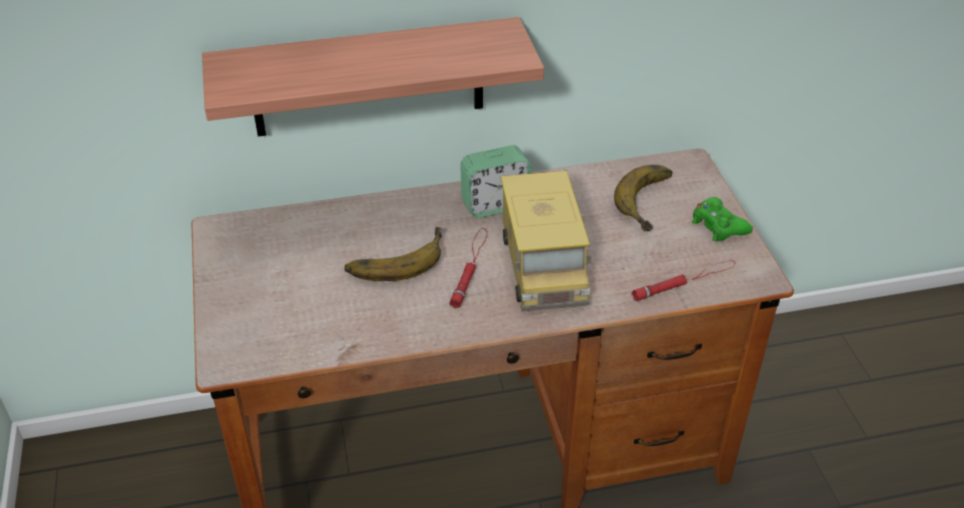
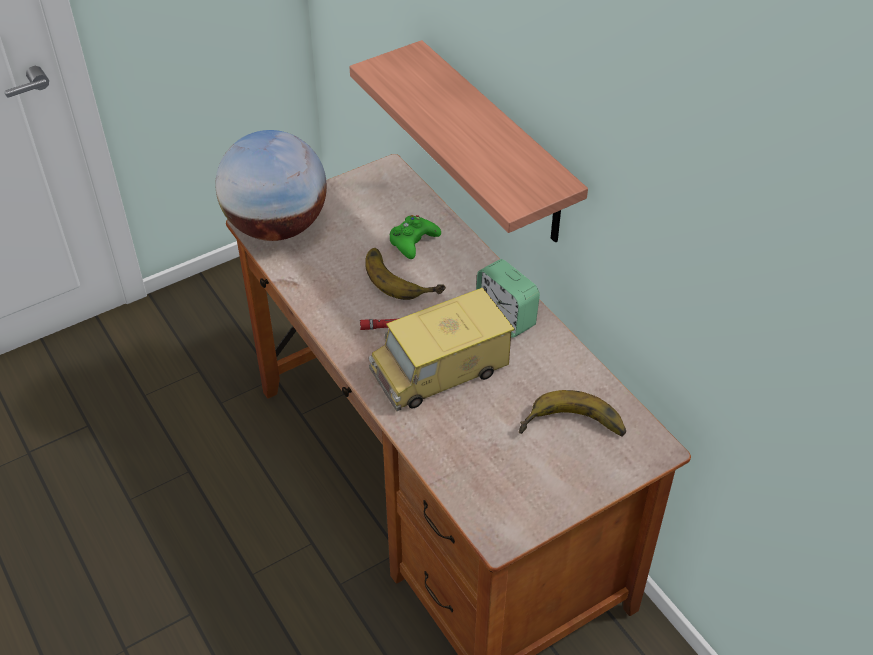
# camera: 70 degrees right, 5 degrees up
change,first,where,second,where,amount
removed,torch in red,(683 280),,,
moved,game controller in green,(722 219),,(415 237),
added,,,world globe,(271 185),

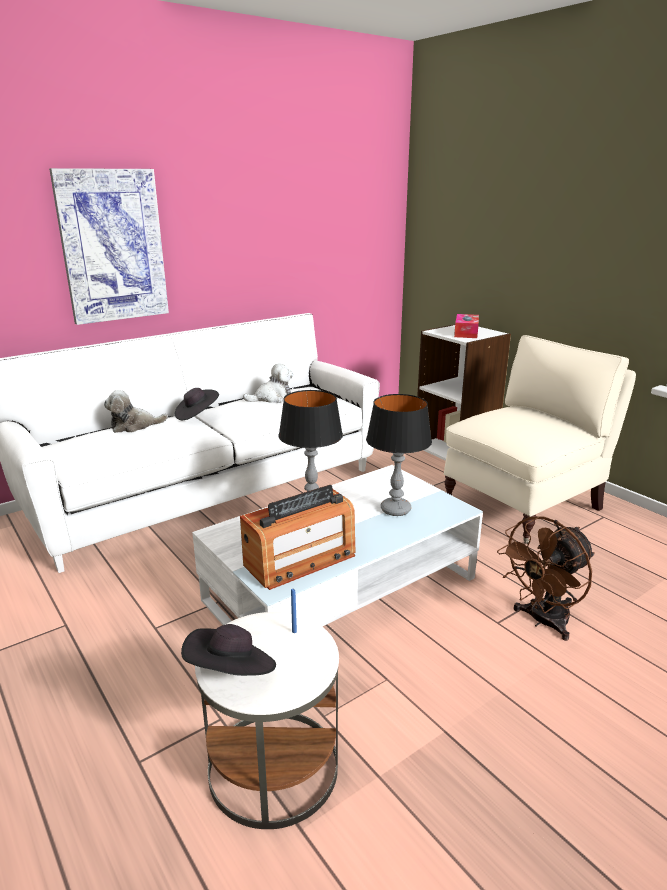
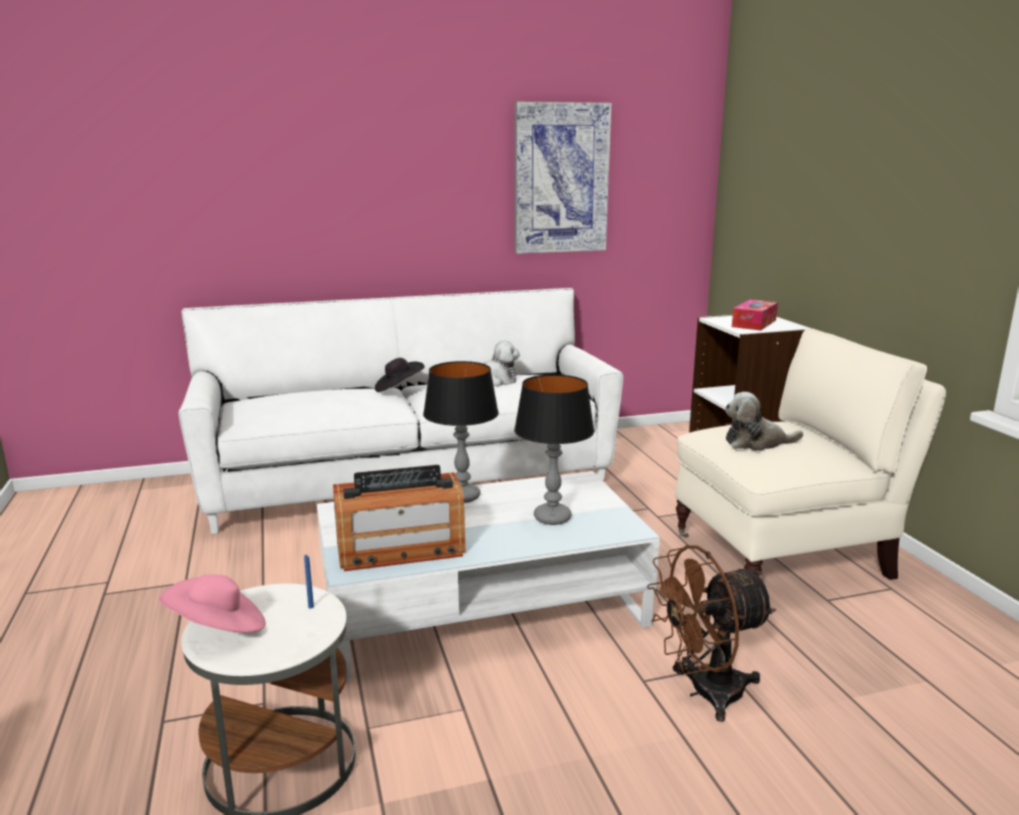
# camera: 20 degrees right, 5 degrees down
change,first,where,second,where,amount
moved,picture,(109 246),,(563 178),
moved,plush toy,(136 411),,(764 421),
recoloured,wearable hat in black-coloured,(228 650),wearable hat in pinkish,(212 603),

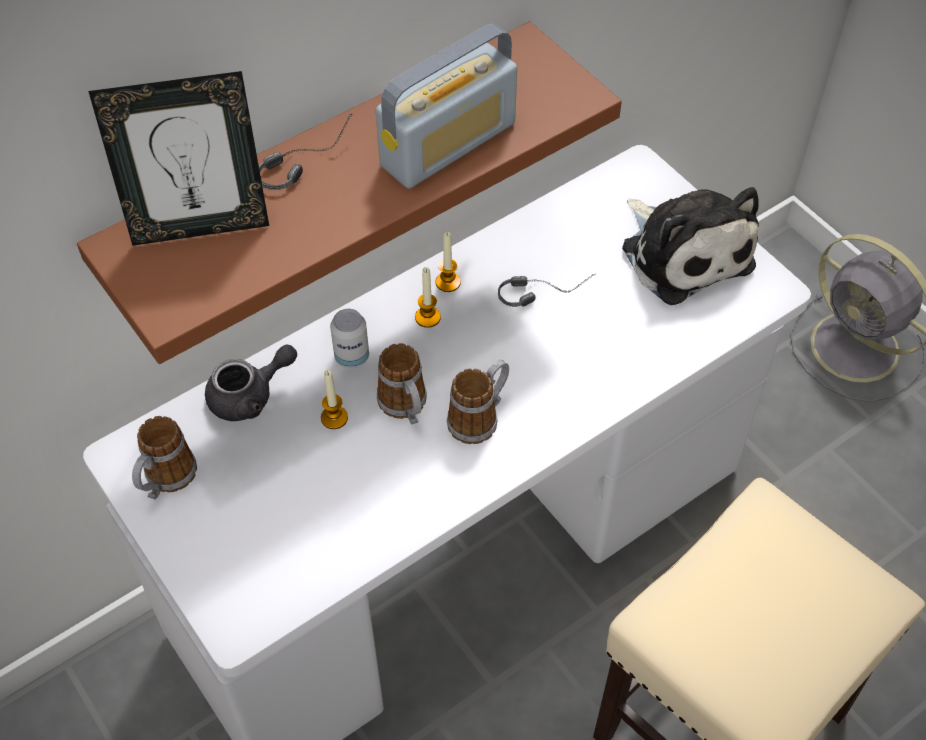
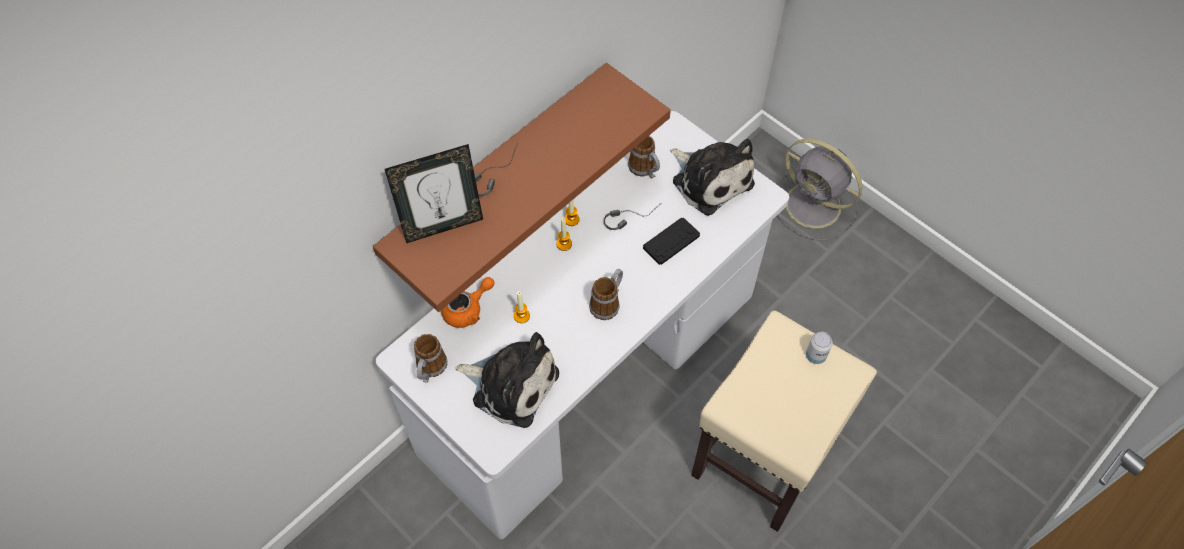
# camera: 10 degrees left, 5 degrees up
change,first,where,second,where,amount
recoloured,teapot in grey,(251 383),teapot in orange-coloured,(467 302),
moved,sealed can,(349 338),,(819 348),
removed,radio set,(446 106),,,
moved,coffee mug,(402 384),,(644 157),
added,,,plush toy,(507 380),
added,,,game controller in black-coloured,(671 241),

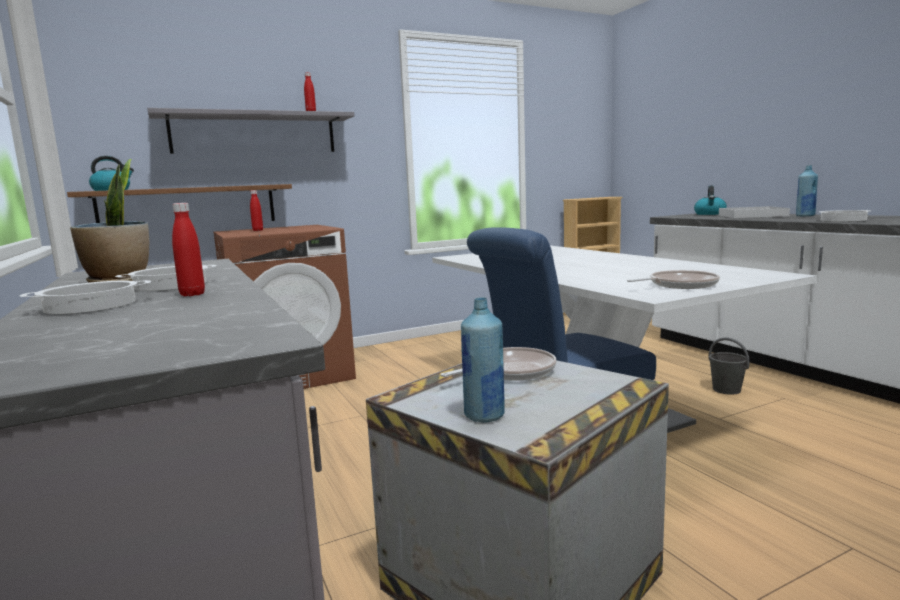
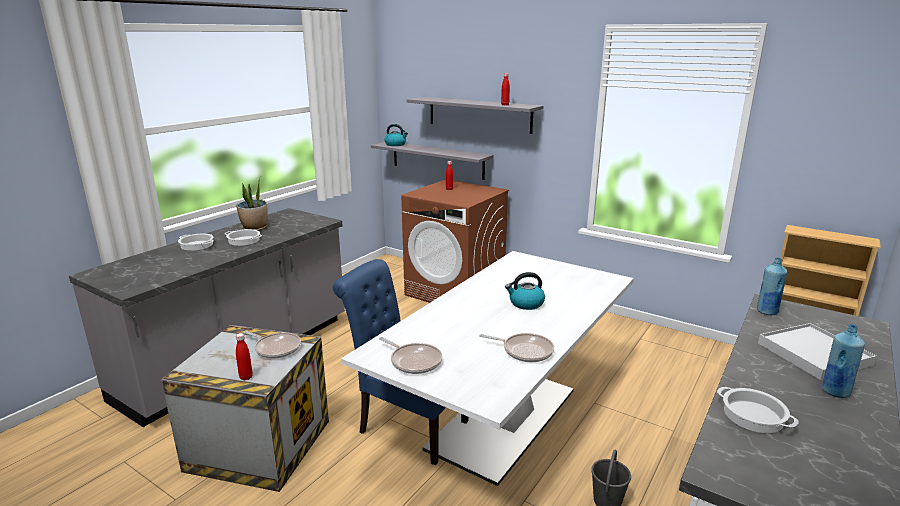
# camera: 60 degrees right, 10 degrees up
change,first,where,second,where,amount
recoloured,wall shelf in brownish,(179 203),wall shelf in grey,(432 161),
moved,beverage bottle in red,(188 249),,(244 356),
moved,beverage bottle in blue-coloured,(483 360),,(772 286),
moved,kettle,(710 200),,(525 291),
added,,,pan,(516 347),

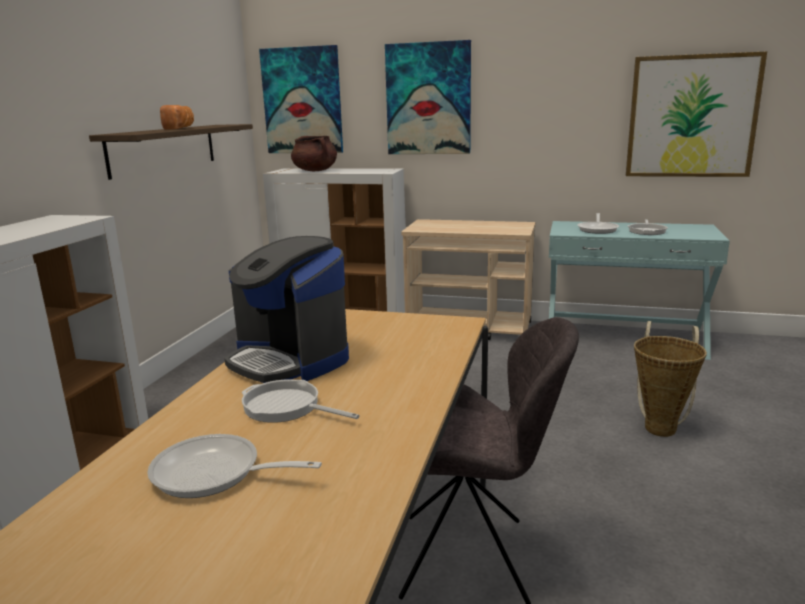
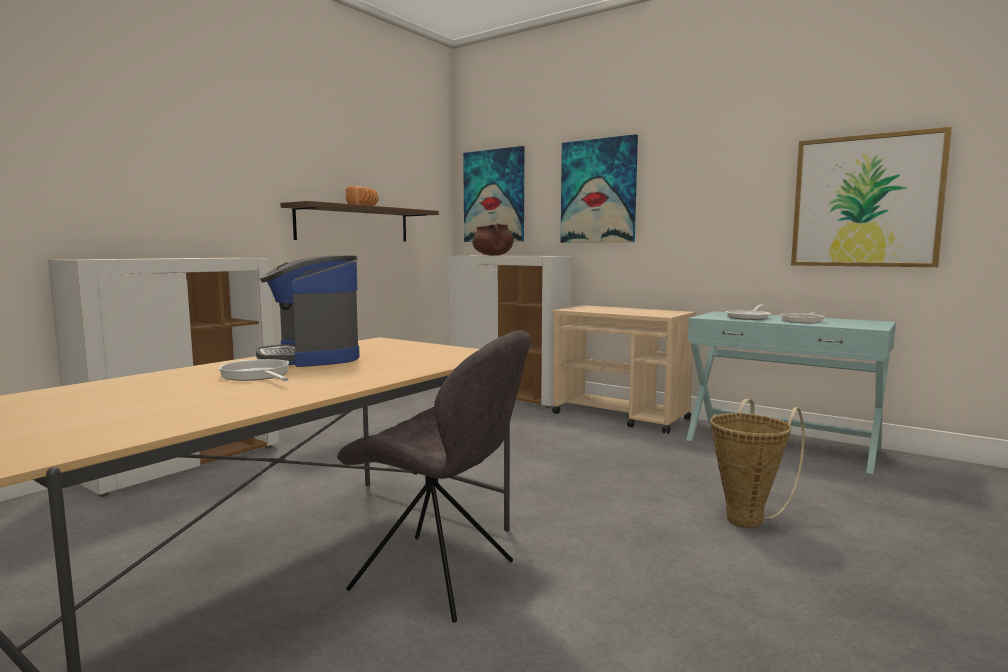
# camera: 20 degrees right, 10 degrees down
change,first,where,second,where,amount
removed,pan,(234 466),,,

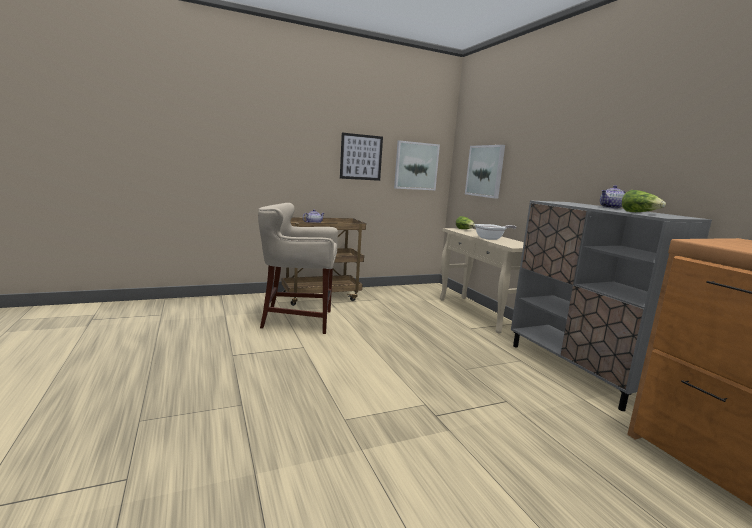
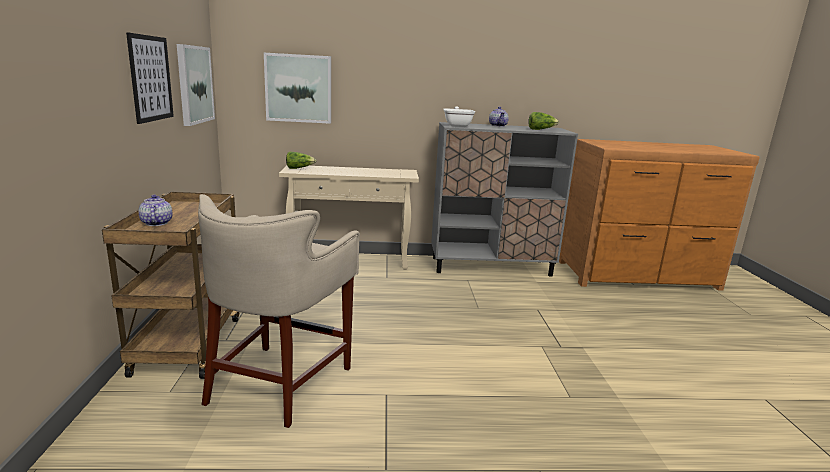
# camera: 70 degrees left, 5 degrees up
change,first,where,second,where,amount
moved,pan,(495 232),,(459 117),

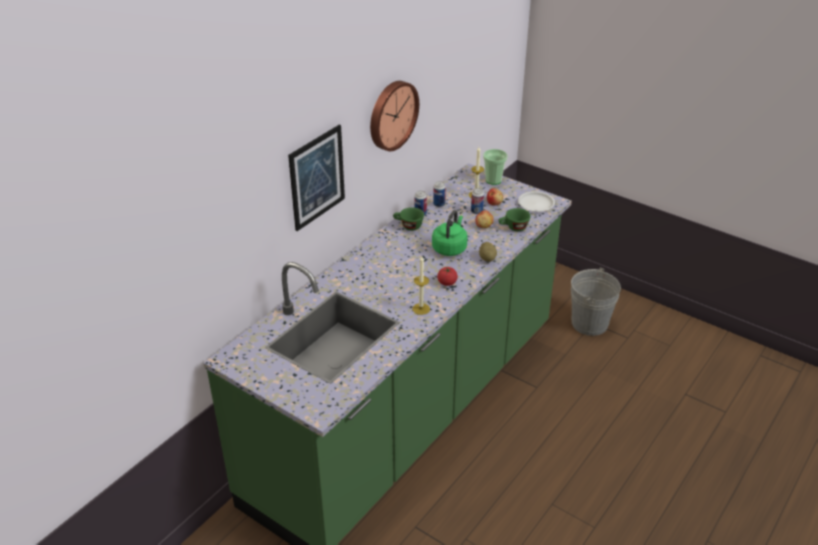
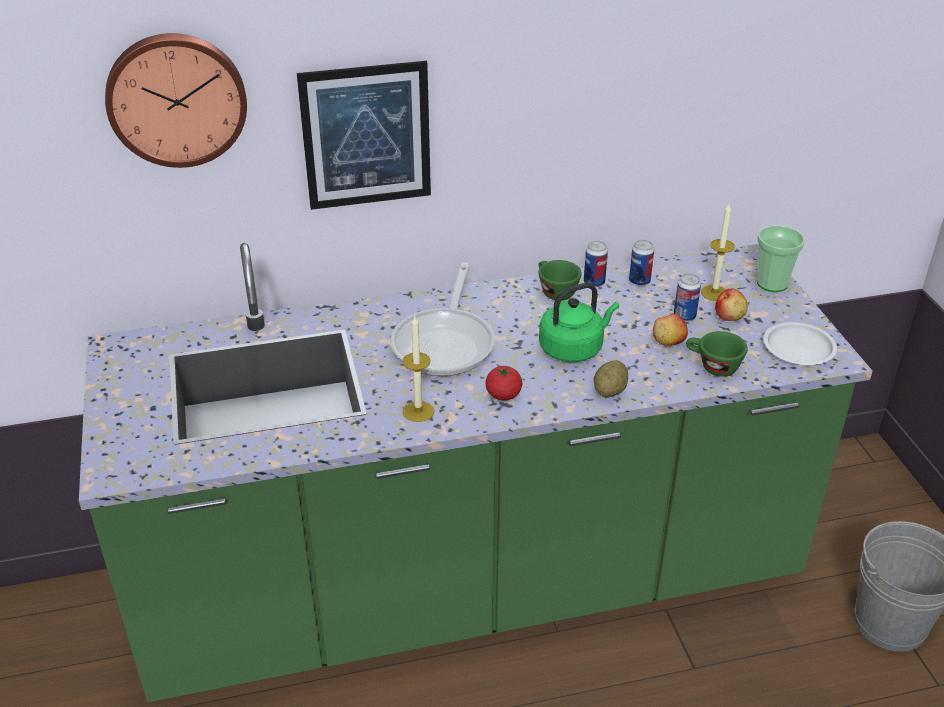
# camera: 40 degrees right, 0 degrees up
change,first,where,second,where,amount
moved,wall clock,(394 116),,(176 100),
added,,,pan,(442 319),

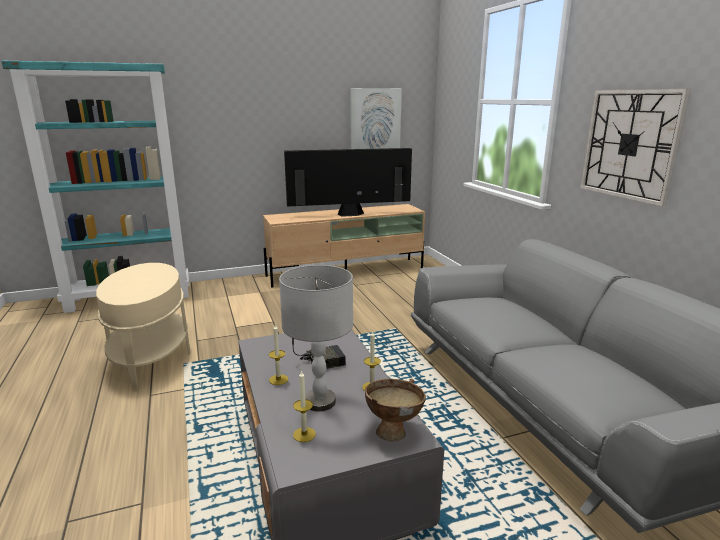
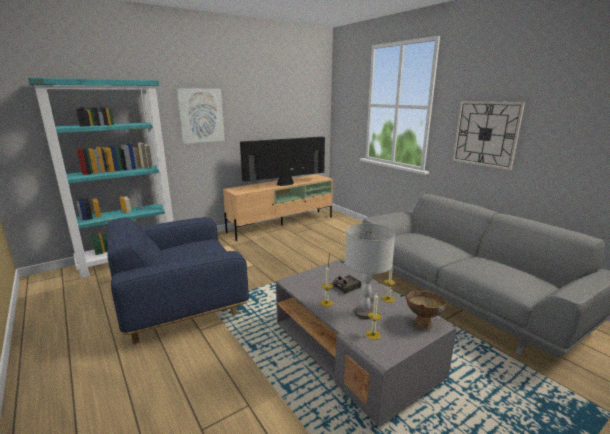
# camera: 15 degrees left, 0 degrees up
change,first,where,second,where,amount
replaced,side table in sand-coloured,(143 326),easy chair in blue-coloured,(178 280),
moved,picture,(376 118),,(201 116),

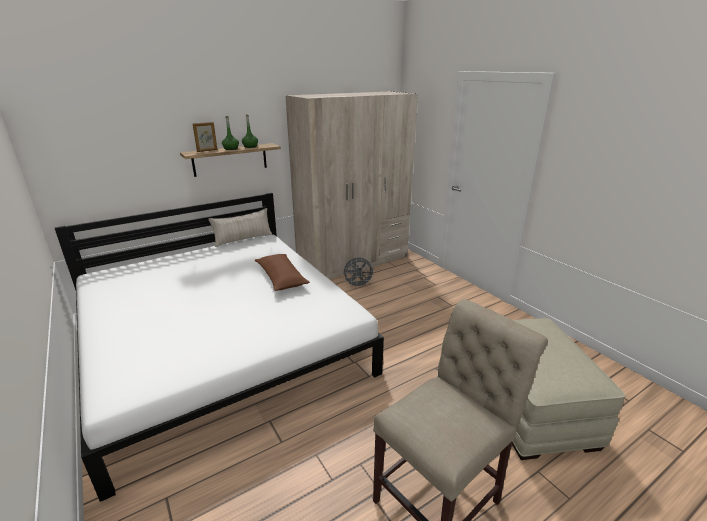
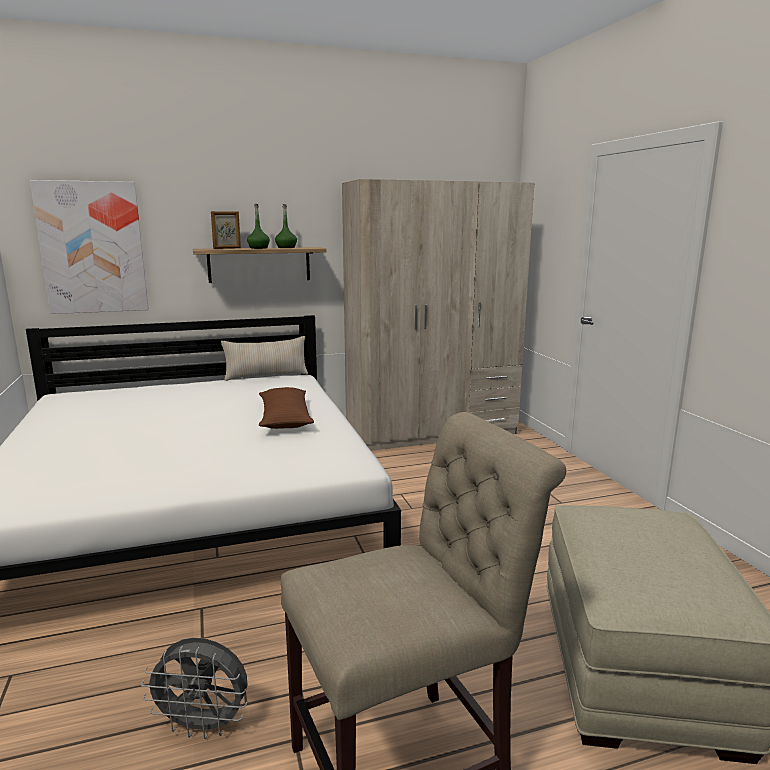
# camera: 15 degrees right, 10 degrees down
change,first,where,second,where,amount
moved,cooling fan in grey,(359 273),,(194 688),
added,,,picture,(89 247),

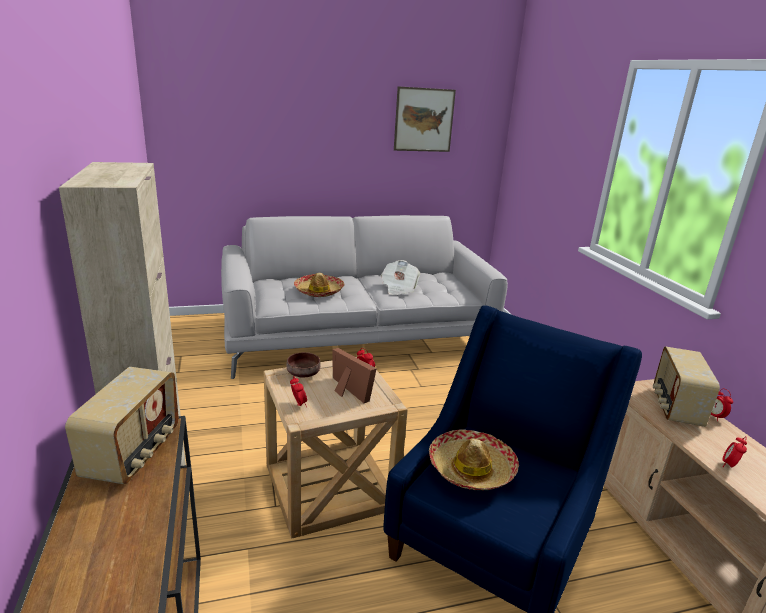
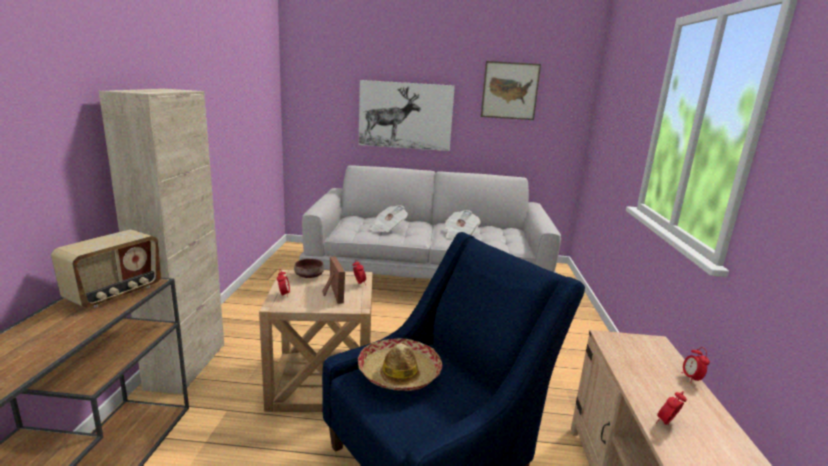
# camera: 20 degrees right, 5 degrees down
change,first,where,second,where,amount
replaced,wearable hat,(319 285),printed paper,(389 218),
removed,radio set,(686 386),,,
added,,,picture,(407 115),

